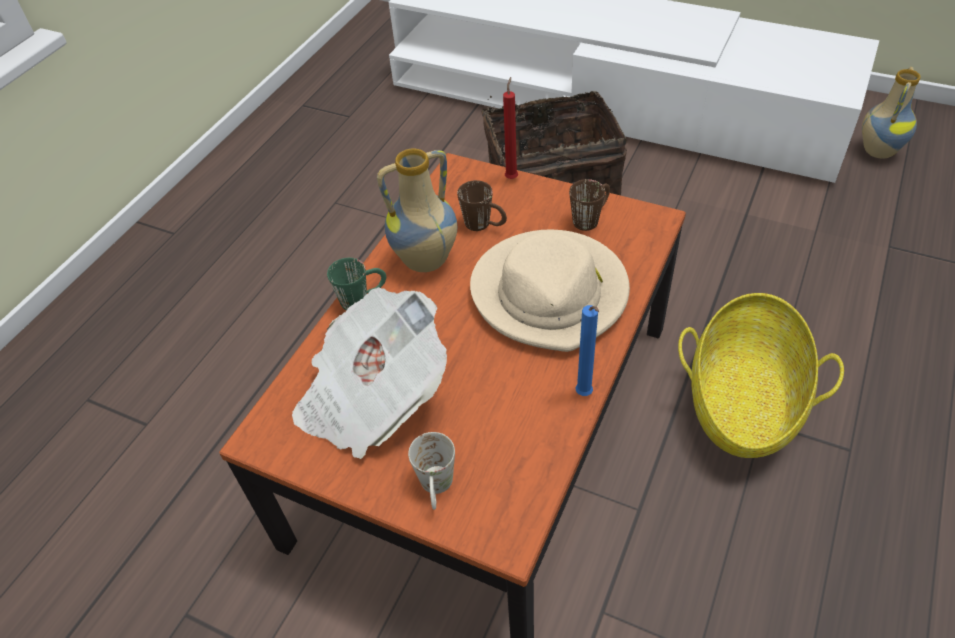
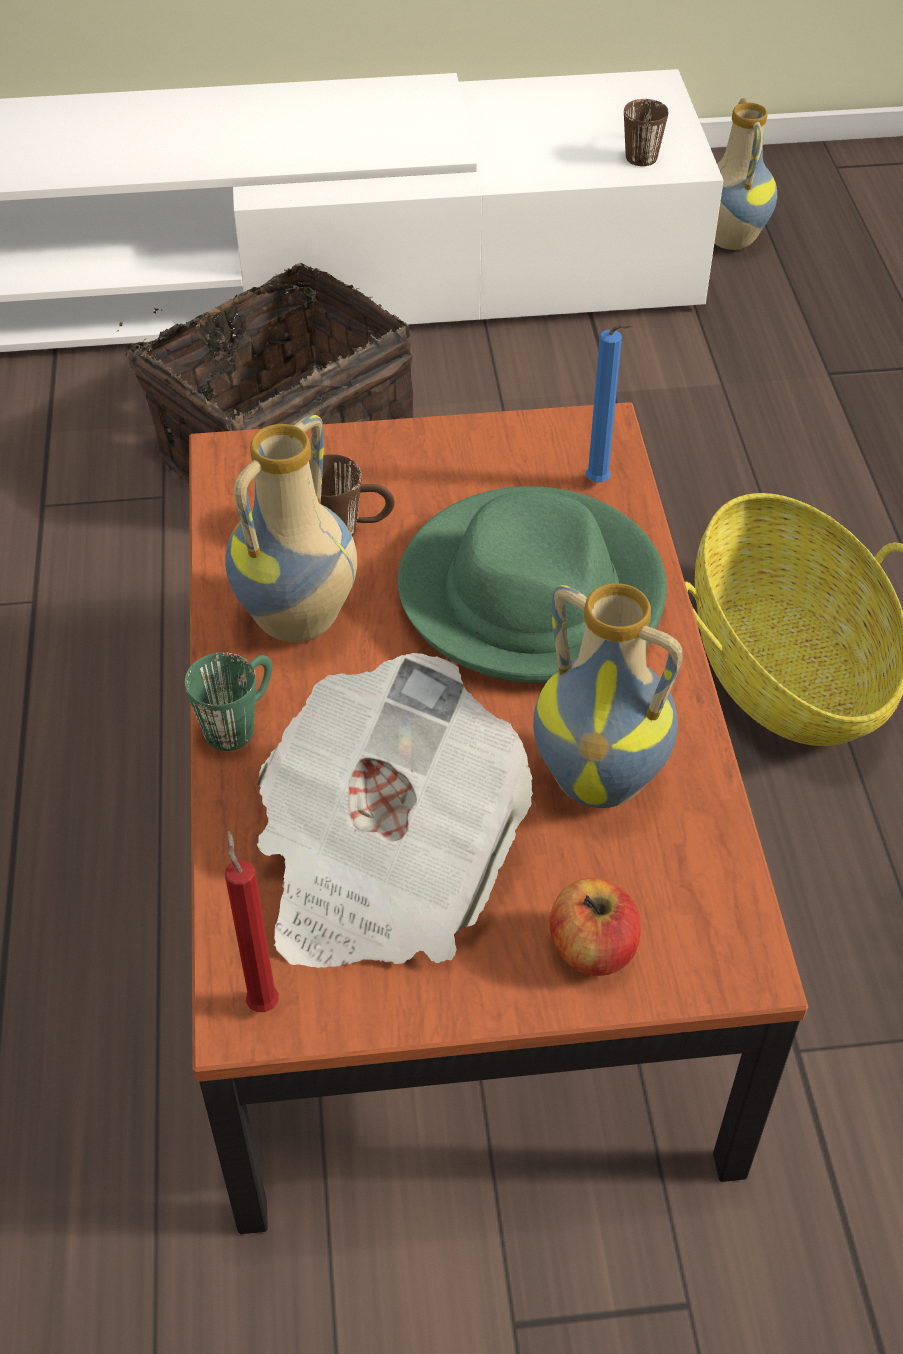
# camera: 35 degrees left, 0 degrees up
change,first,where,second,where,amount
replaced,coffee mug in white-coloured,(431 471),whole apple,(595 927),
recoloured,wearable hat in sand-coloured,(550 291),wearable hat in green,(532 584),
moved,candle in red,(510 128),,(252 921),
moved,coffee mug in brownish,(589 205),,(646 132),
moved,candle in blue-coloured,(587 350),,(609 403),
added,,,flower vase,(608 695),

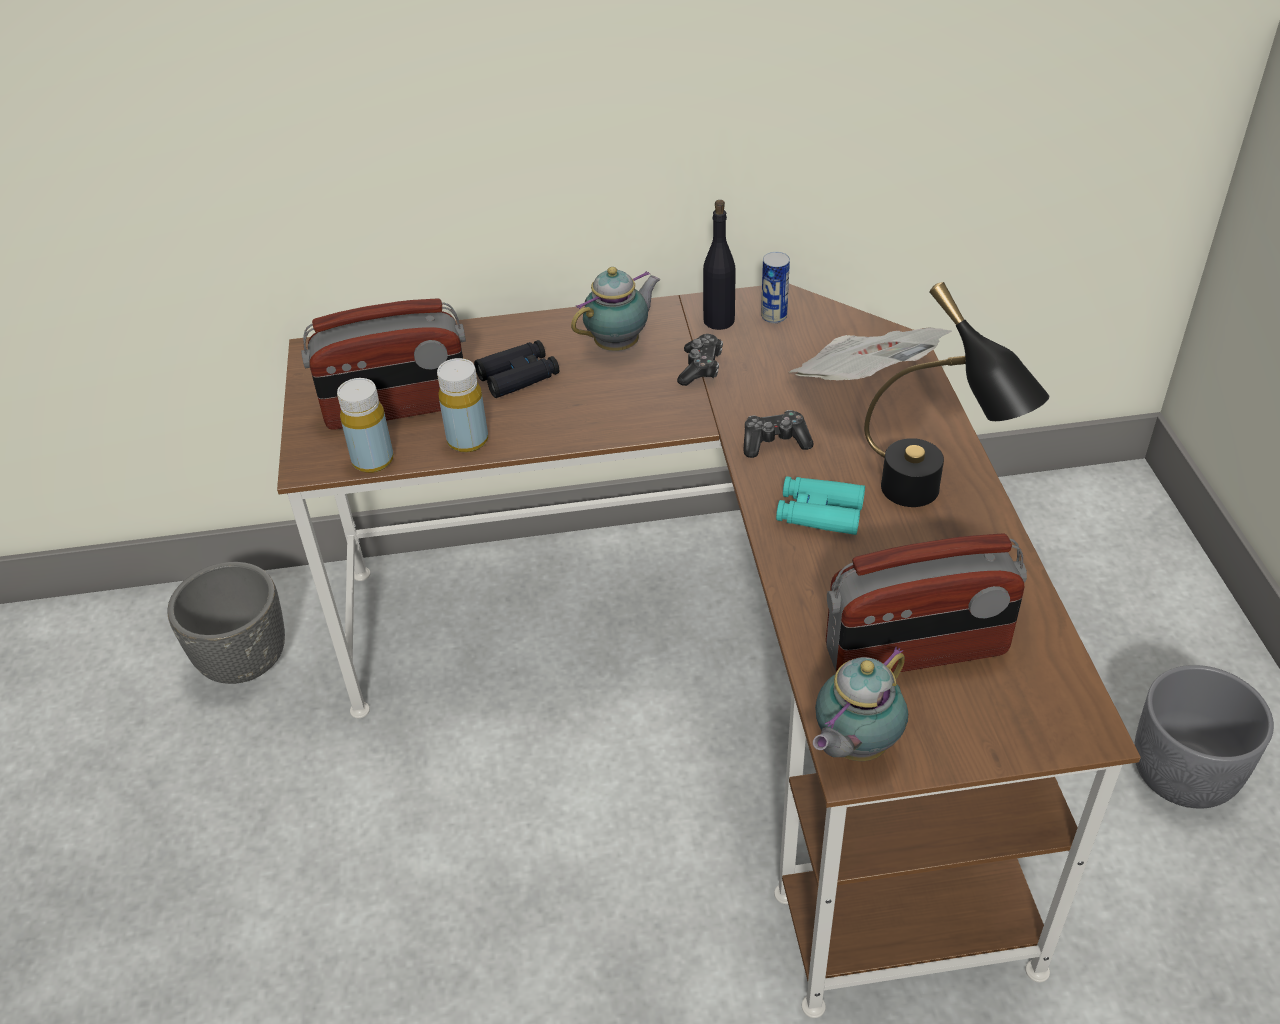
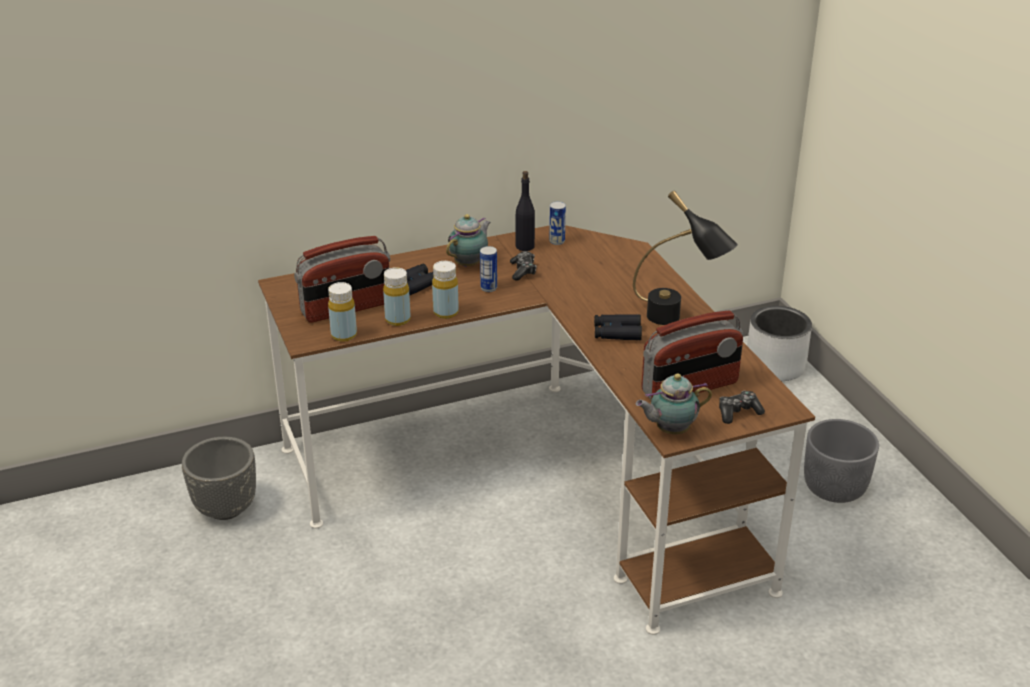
# camera: 15 degrees left, 10 degrees down
change,first,where,second,where,amount
moved,game controller,(778 434),,(742 407),
recoloured,pair of binoculars in turquoise-coloured,(820 505),pair of binoculars in black-coloured,(618 327),
removed,printed paper,(870 354),,,
turned,teapot,(860 704),,(674 404),45 degrees clockwise
added,,,beverage bottle in yellow,(445 290),
added,,,sealed can,(488 269),
added,,,plant pot in grey,(779 343),

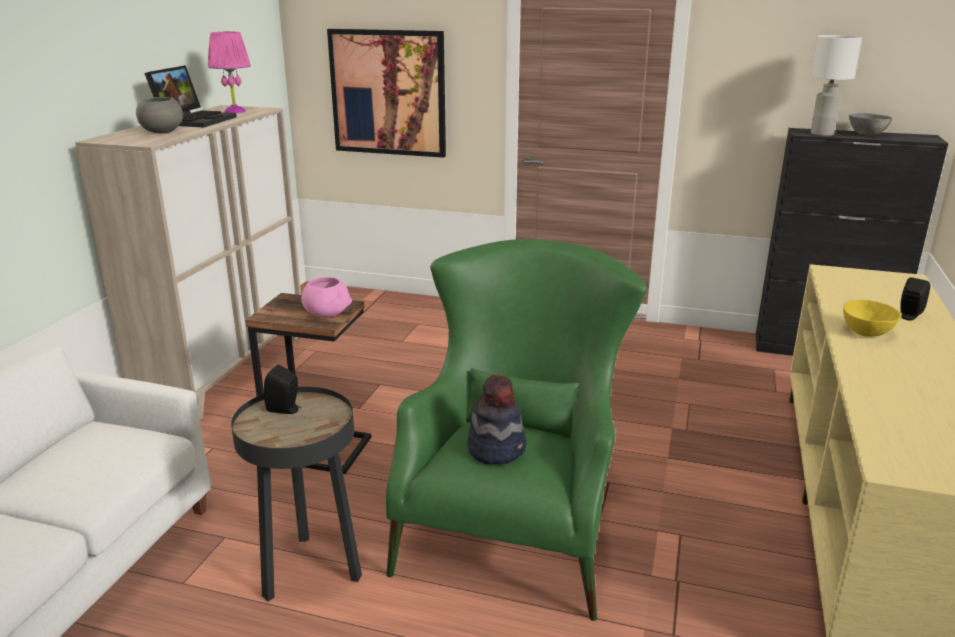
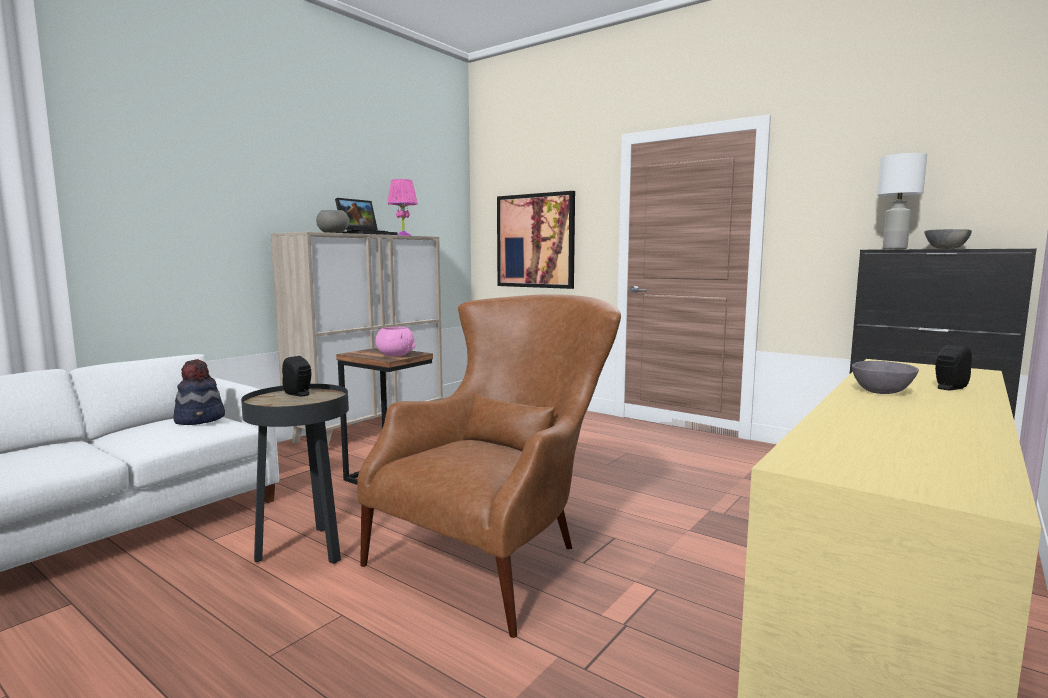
# camera: 20 degrees right, 15 degrees down
change,first,where,second,where,amount
recoloured,easy chair in green,(516 430),easy chair in brownish,(489 466),
moved,wearable hat,(496 419),,(199 392),
recoloured,serving bowl in yellow,(872 318),serving bowl in grey,(885 377),

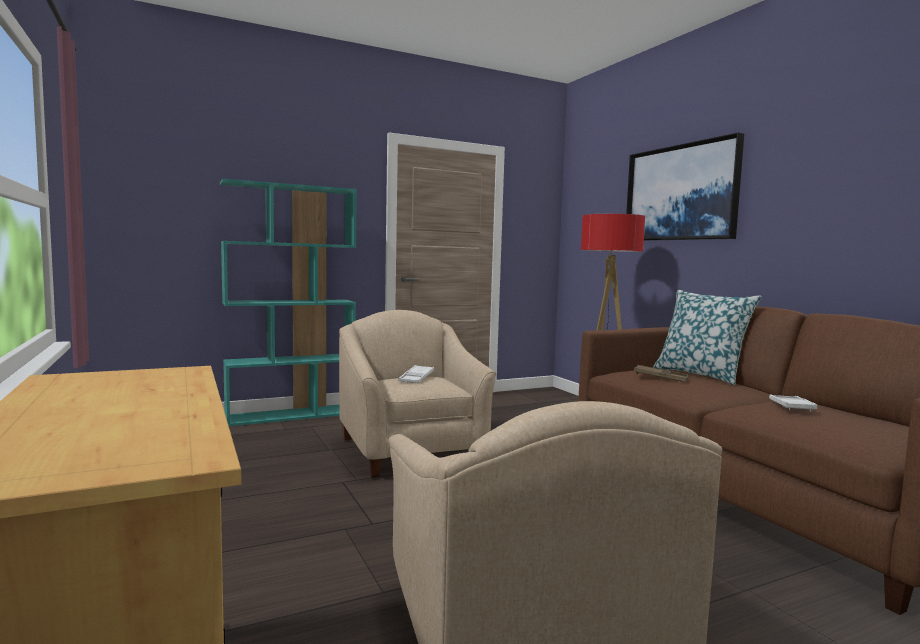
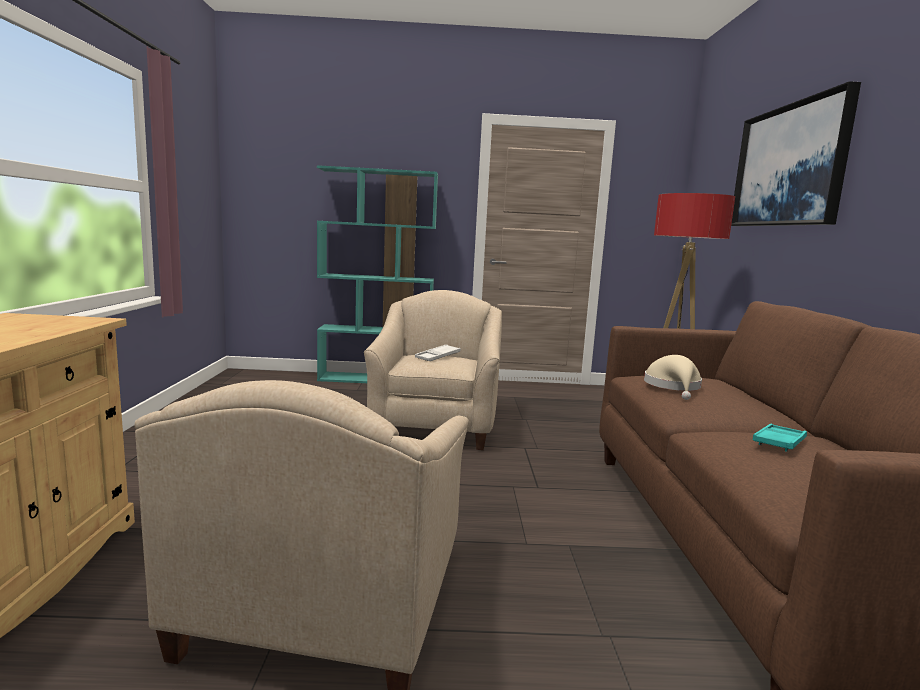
# camera: 25 degrees right, 5 degrees up
change,first,where,second,where,amount
replaced,serving tray in brownish,(661 373),wearable hat in sand-coloured,(673 377),
removed,pillow,(707 337),,,
recoloured,serving tray in white-coloured,(793 403),serving tray in turquoise-coloured,(780 438),

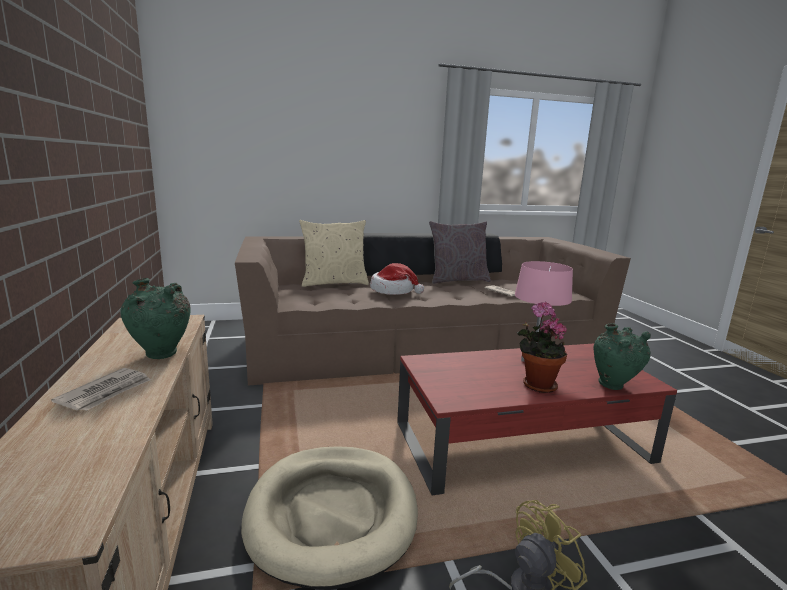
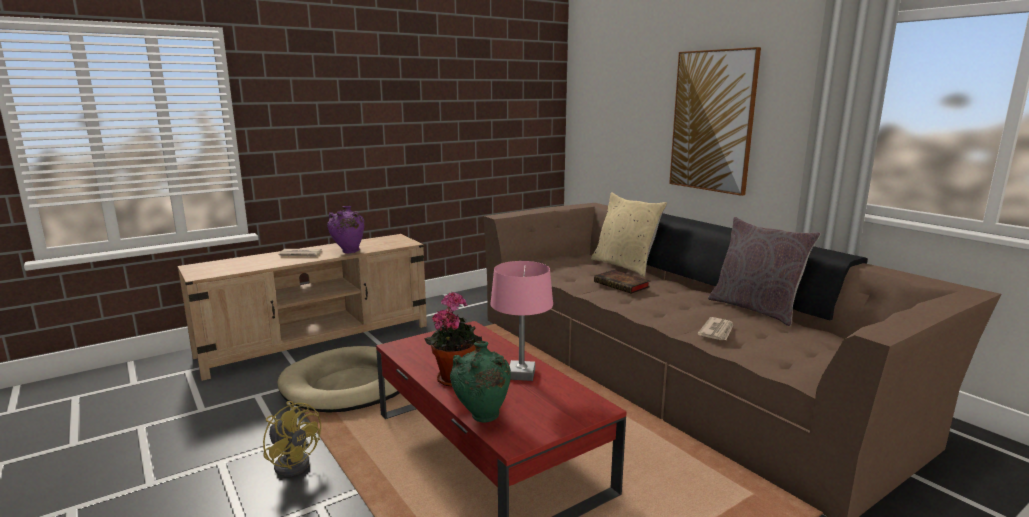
# camera: 70 degrees right, 0 degrees up
change,first,where,second,where,amount
recoloured,flower vase in green,(156 318),flower vase in purple,(346 229),
replaced,wearable hat,(397 279),volume,(622 282),
added,,,picture,(715 121),

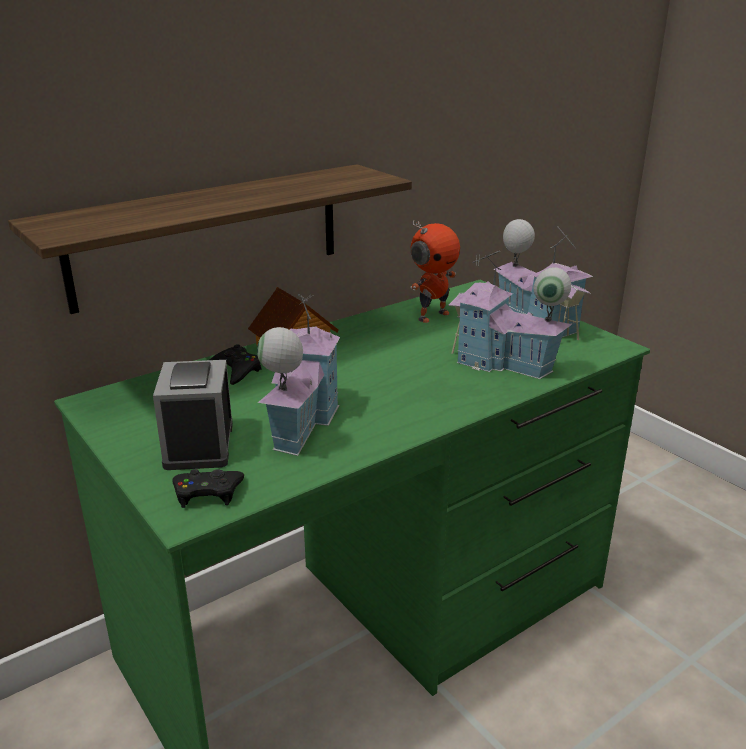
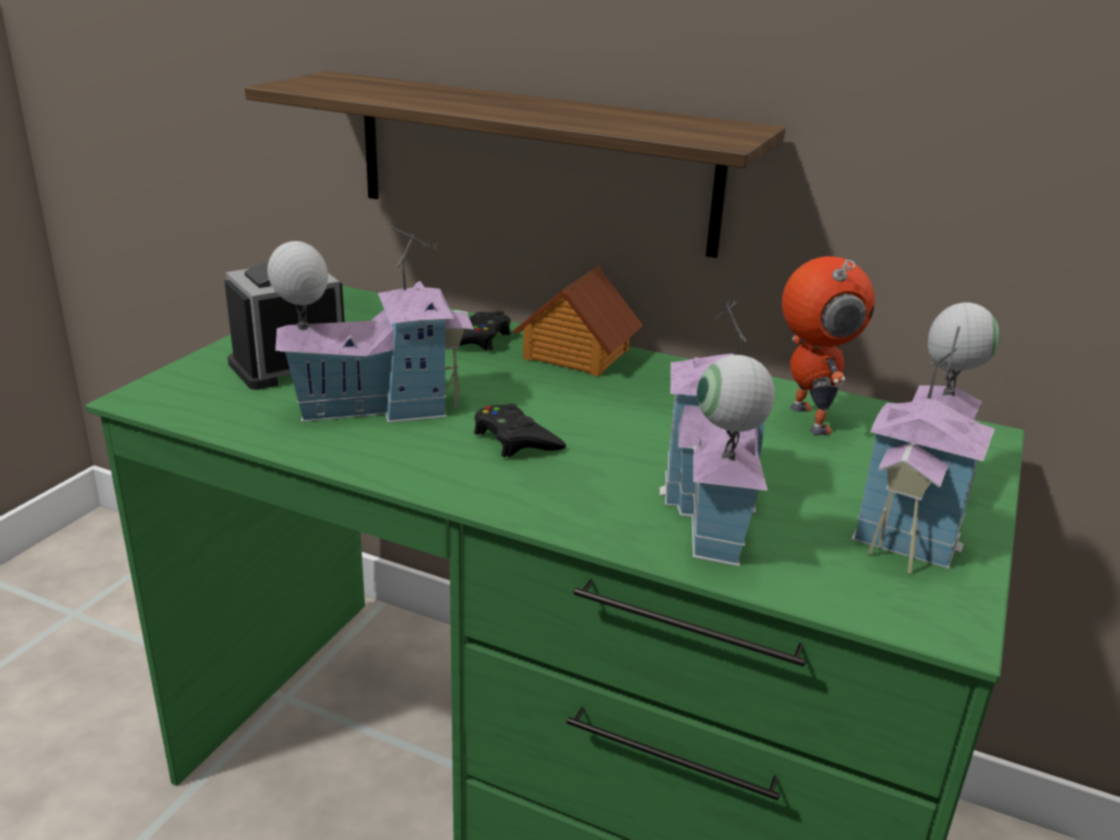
# camera: 60 degrees right, 0 degrees up
change,first,where,second,where,amount
moved,game controller in black-coloured,(208 488),,(520 430),
turned,model robot,(435 271),,(828 345),120 degrees counterclockwise

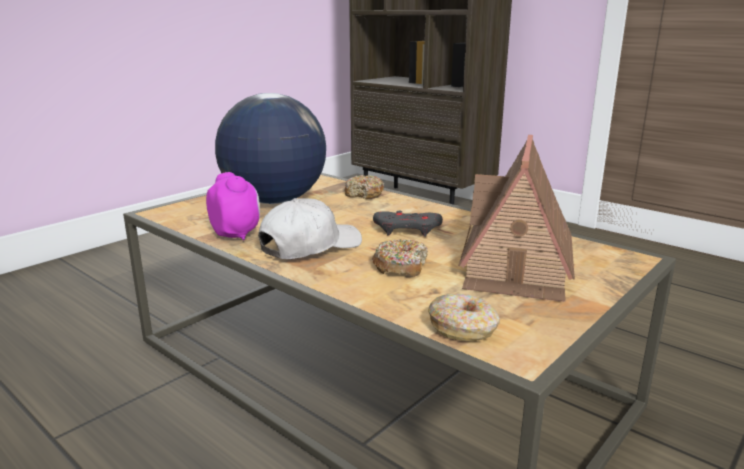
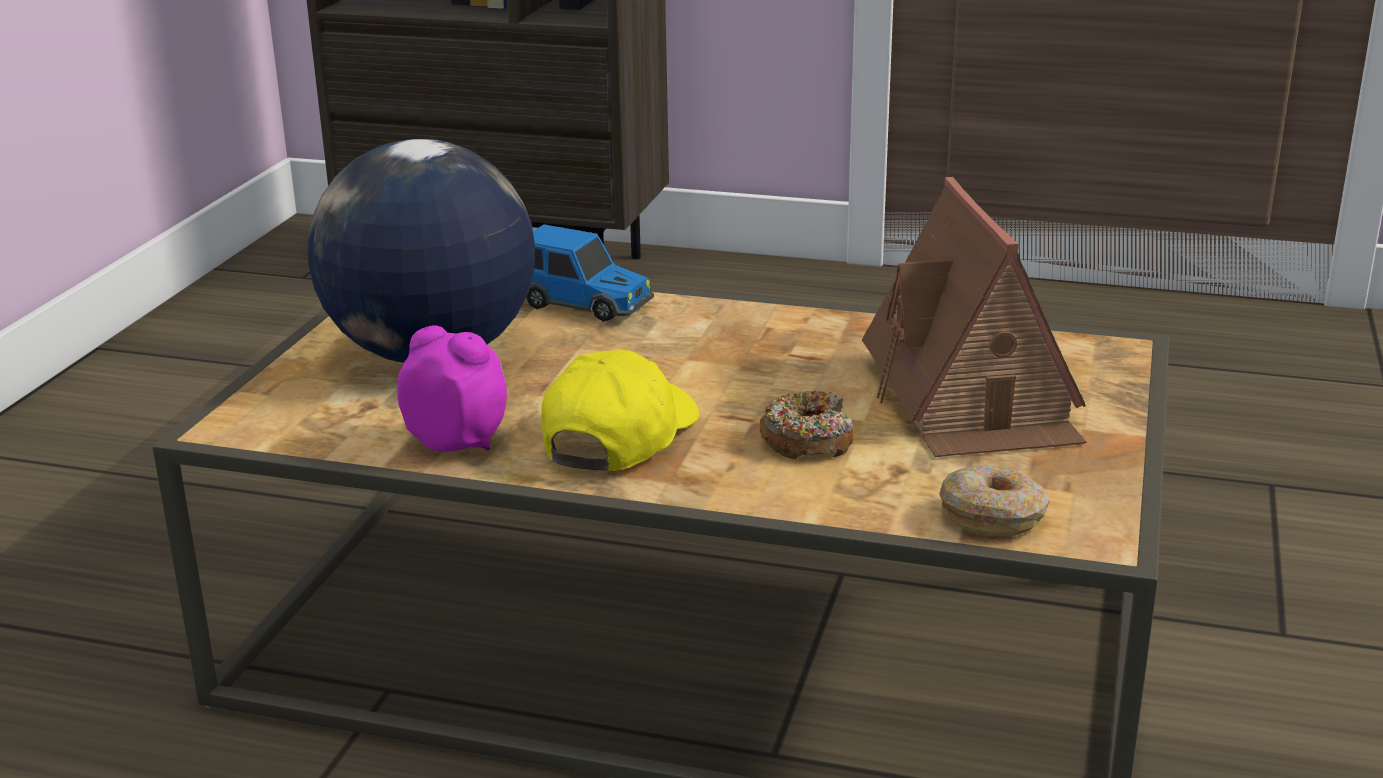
# camera: 25 degrees left, 5 degrees up
change,first,where,second,where,amount
recoloured,baseball cap in white-coloured,(310 228),baseball cap in yellow,(620 410),
replaced,donut,(364 187),toy car,(589 273),
removed,game controller in grey,(408 224),,,

